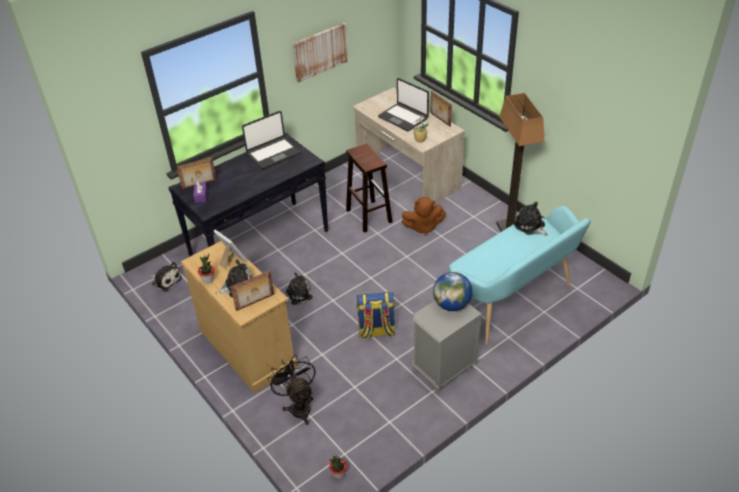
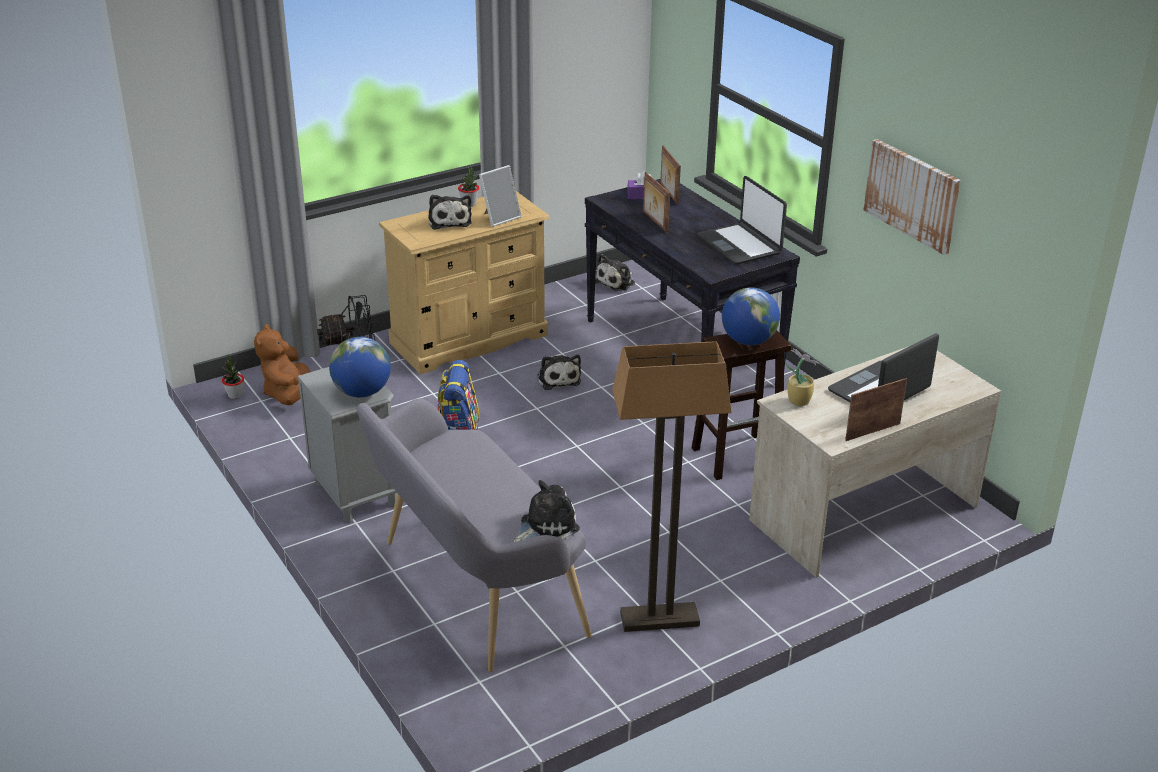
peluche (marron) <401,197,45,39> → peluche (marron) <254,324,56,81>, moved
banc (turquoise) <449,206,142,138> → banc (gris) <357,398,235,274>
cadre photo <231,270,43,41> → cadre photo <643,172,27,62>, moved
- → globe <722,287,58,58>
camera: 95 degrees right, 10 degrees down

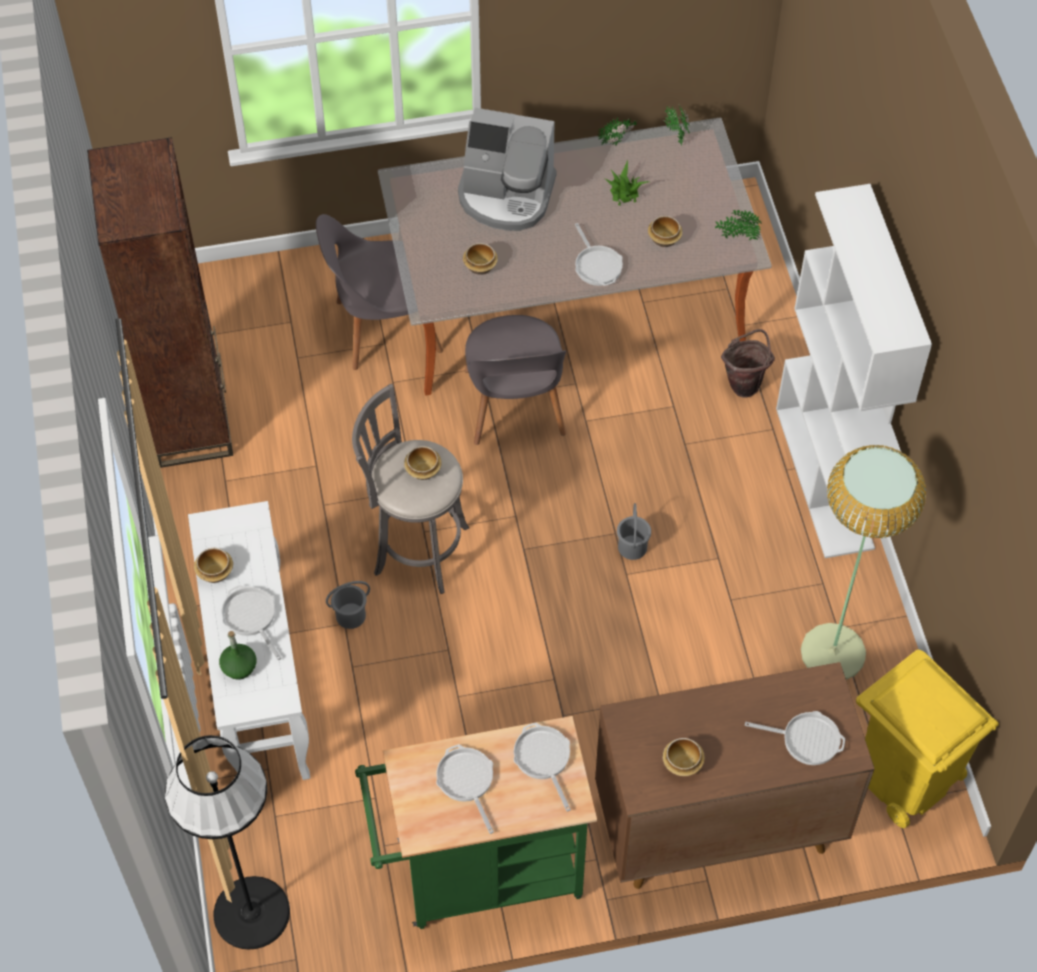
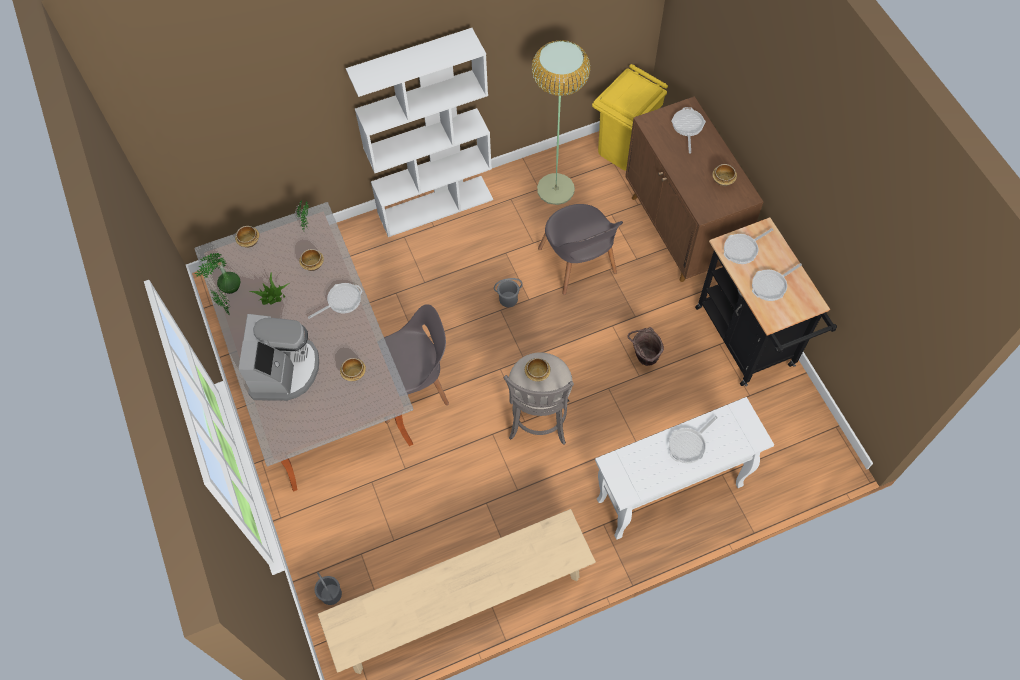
bibliothèque (marron) <87,137,146,331> → banc (beige) <318,509,278,165>
chaise (gris) <316,214,127,156> → chaise (gris) <538,204,85,91>, moved
seau (marron) <721,329,54,69> → seau (marron) <627,327,37,39>, moved
bol <194,548,39,35> → bol <235,226,24,22>, moved
seau (gris) <326,581,44,48> → seau (gris) <315,572,27,33>, moved
bouteille (vert) <219,631,37,49> → bouteille (vert) <217,262,23,32>, moved
chariot (vert) <355,716,242,213> → chariot (noir) <695,217,142,169>
lampadaire (noir) <165,735,125,215> → -
camera: 100 degrees left, 5 degrees up

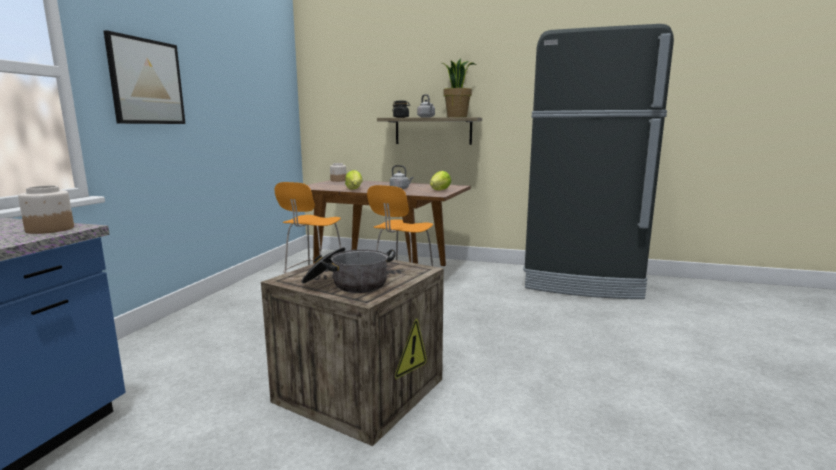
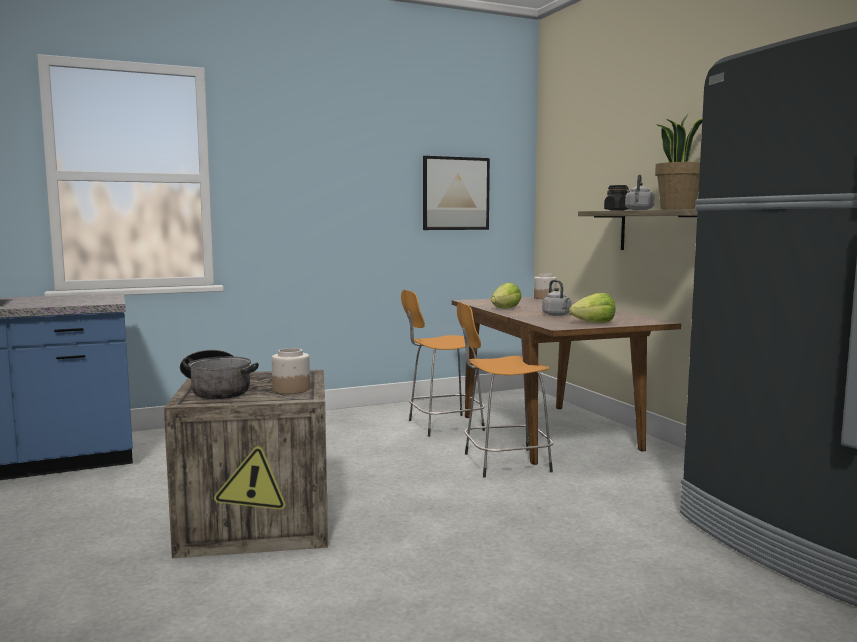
tableau <104,30,81,94> → tableau <423,156,67,74>, moved
bocal <18,186,56,48> → bocal <272,348,38,46>, moved
camera: 50 degrees right, 5 degrees down

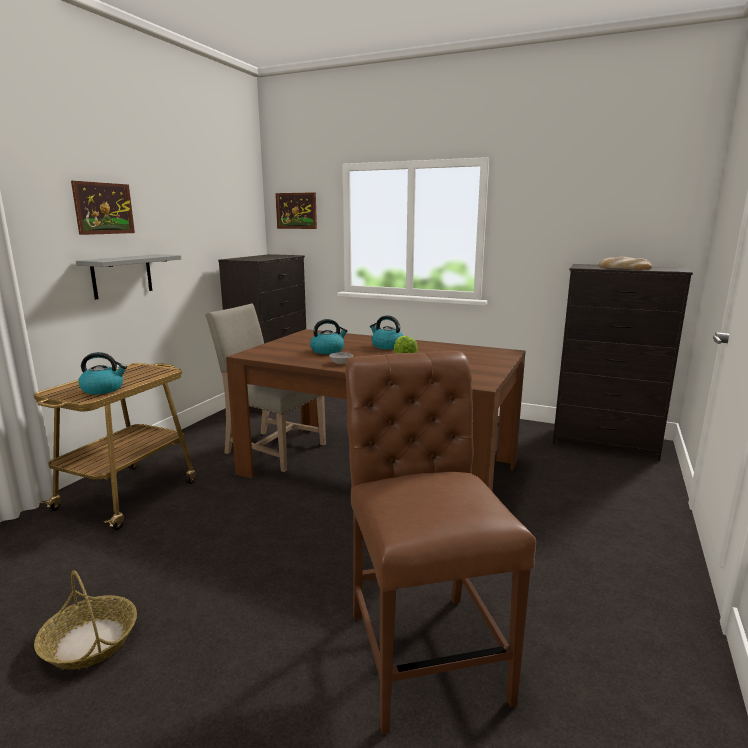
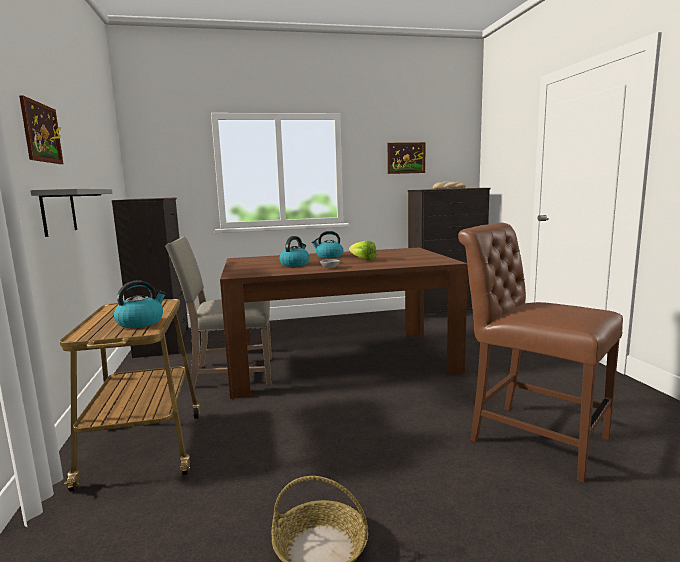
tableau <275,192,42,37> → tableau <387,142,38,32>, moved
camera: 35 degrees left, 5 degrees down

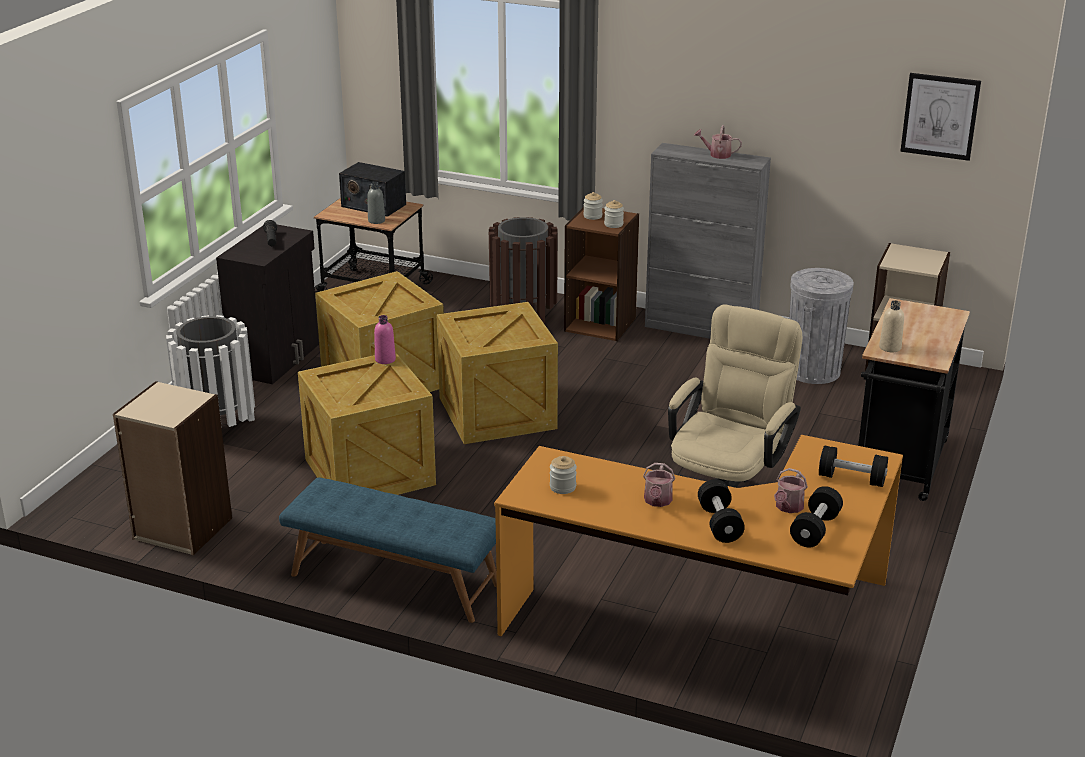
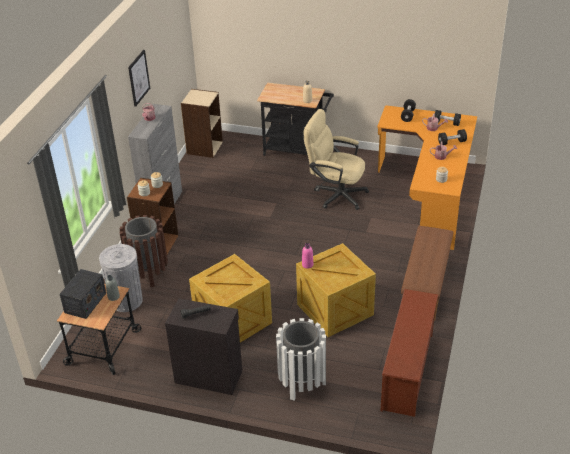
tableau <900,73,81,88> → tableau <128,50,22,57>, moved
poubelle (gris) <789,268,65,116> → poubelle (gris) <99,244,44,68>, moved
caisse <436,302,122,142> → -
bibliothèque (beige) <113,381,119,174> → étagère à chaussures (marron) <380,289,58,128>
banc (bleu) <279,477,218,146> → banc (marron) <401,226,53,95>
camera: 95 degrees left, 10 degrees up

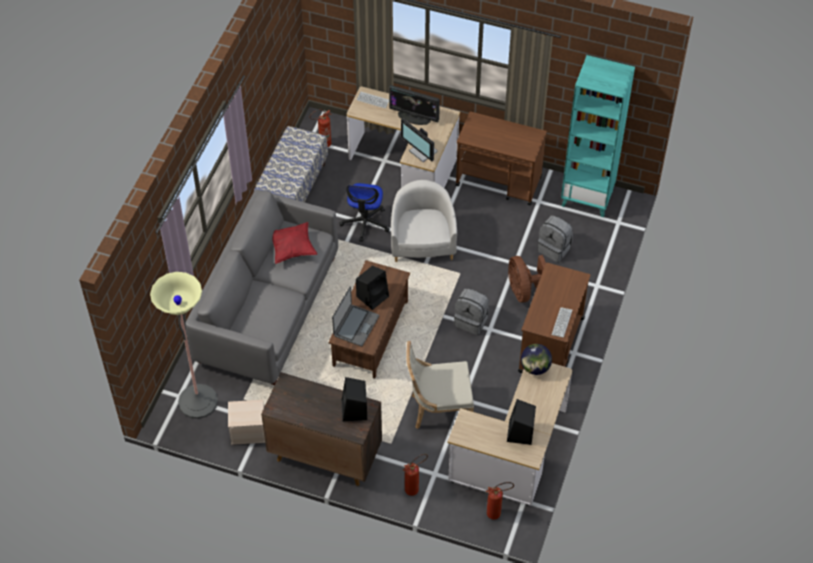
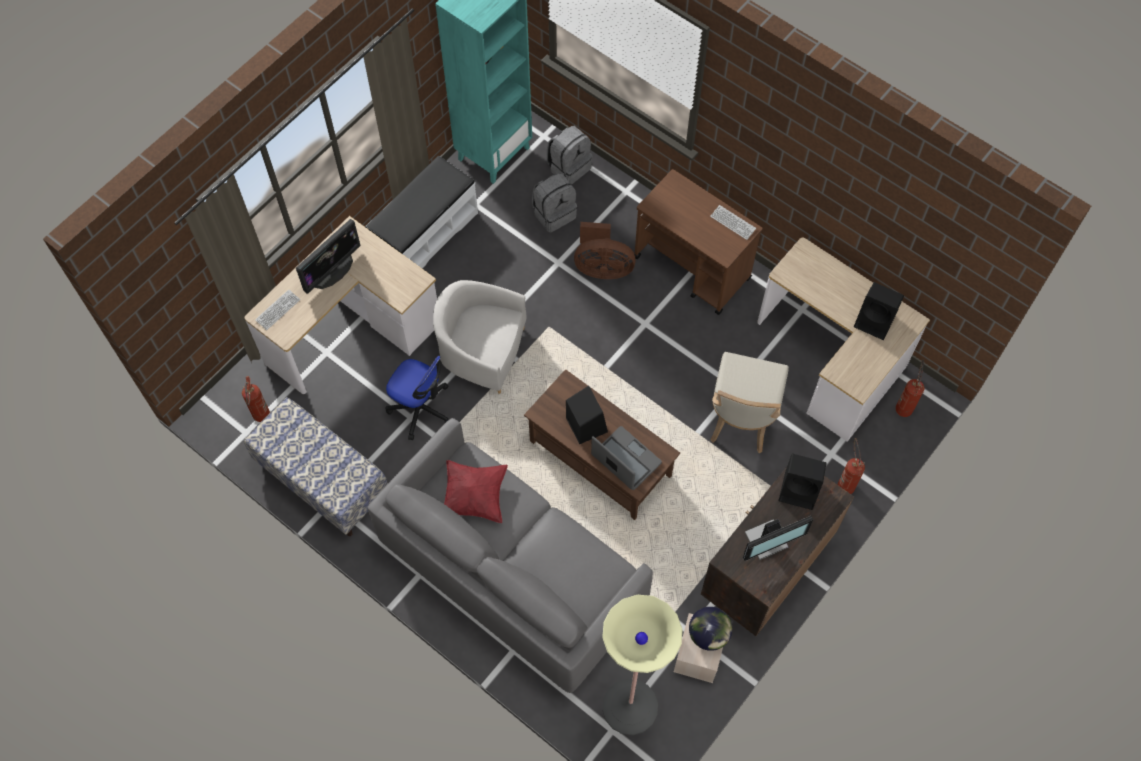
chariot (marron) <455,112,92,93> → banc (blanc) <365,156,113,113>
écran d'ordinateur <401,119,37,43> → écran d'ordinateur <743,516,70,45>, moved
sac à dos (gris) <454,289,35,46> → sac à dos (gris) <546,126,47,59>, moved
globe <521,344,31,31> → globe <689,607,43,44>, moved
camera: 70 degrees left, 10 degrees up

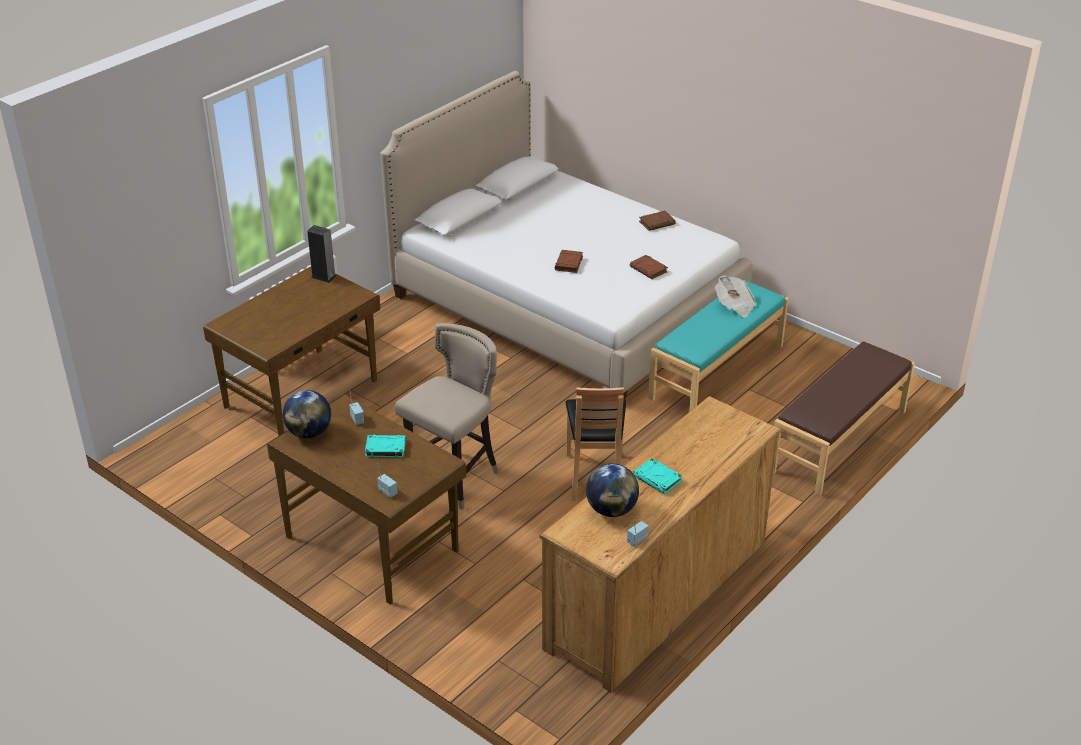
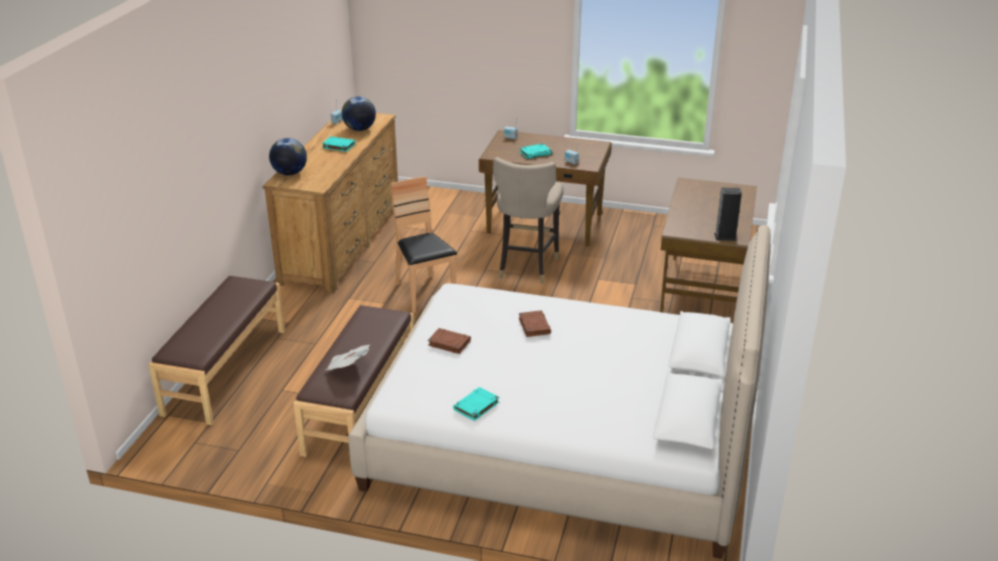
livre (marron) <639,211,37,20> → livre (turquoise) <453,387,46,34>
banc (turquoise) <648,280,141,132> → banc (marron) <293,305,121,152>
globe <283,390,48,48> → globe <269,138,38,37>, moved
camera: 155 degrees right, 5 degrees down

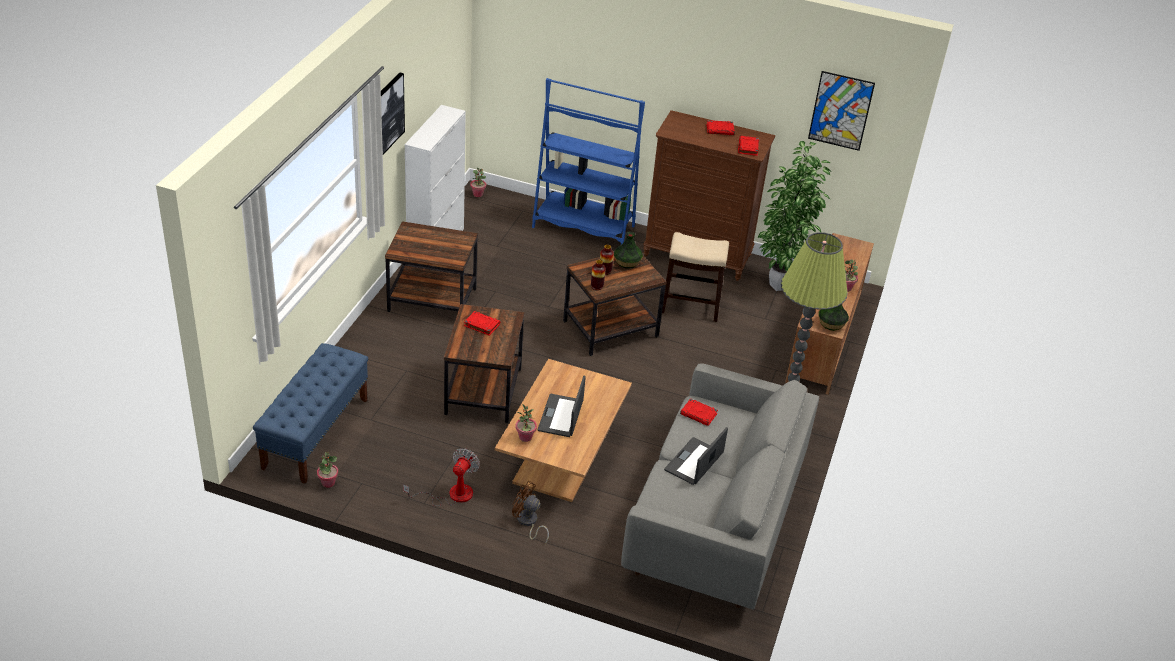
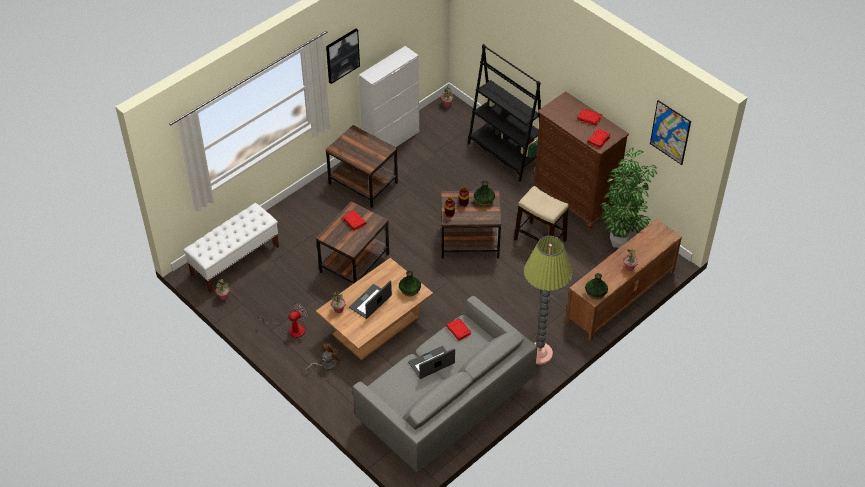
bibliothèque (bleu) <532,78,113,167> → bibliothèque (noir) <468,44,73,138>
banc (bleu) <253,343,115,141> → banc (blanc) <183,203,96,90>
ventilateur (marron) <512,481,37,63> → ventilateur (marron) <304,342,38,29>, 75 degrees clockwise
- → vase <399,271,22,25>
camera: 30 degrees right, 10 degrees up

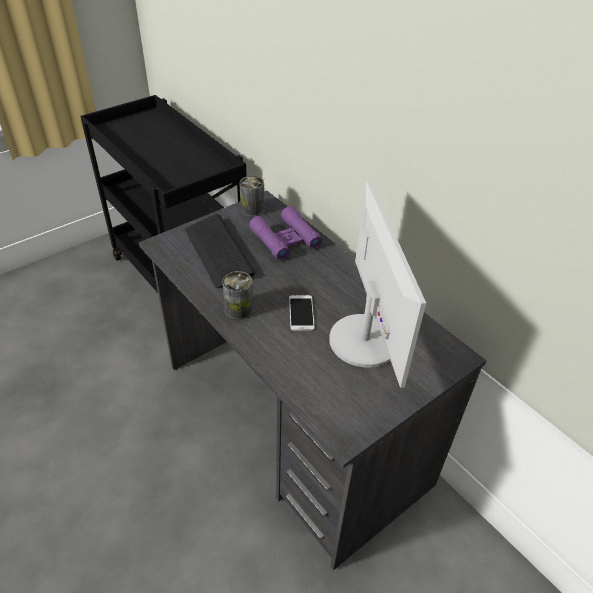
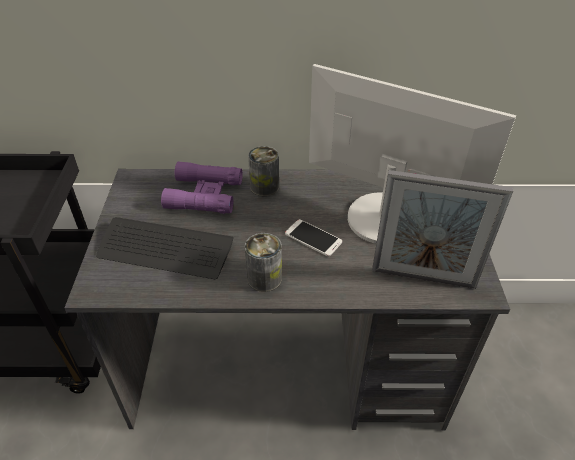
boîte métallique <239,176,25,41> → boîte métallique <248,146,31,50>, moved
- → cadre photo <372,170,141,119>
camera: 50 degrees left, 0 degrees up

